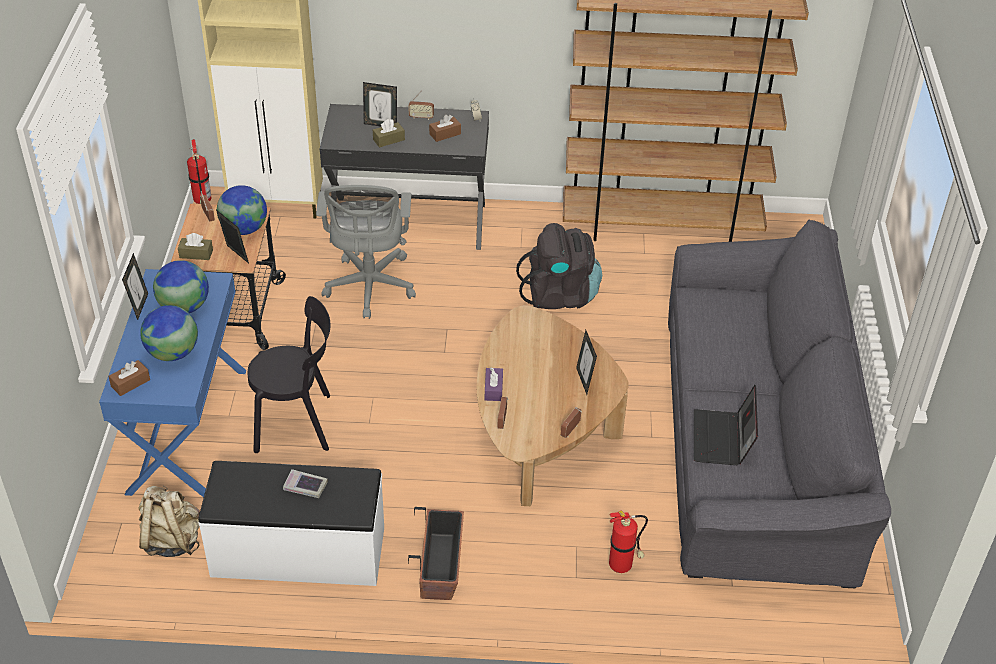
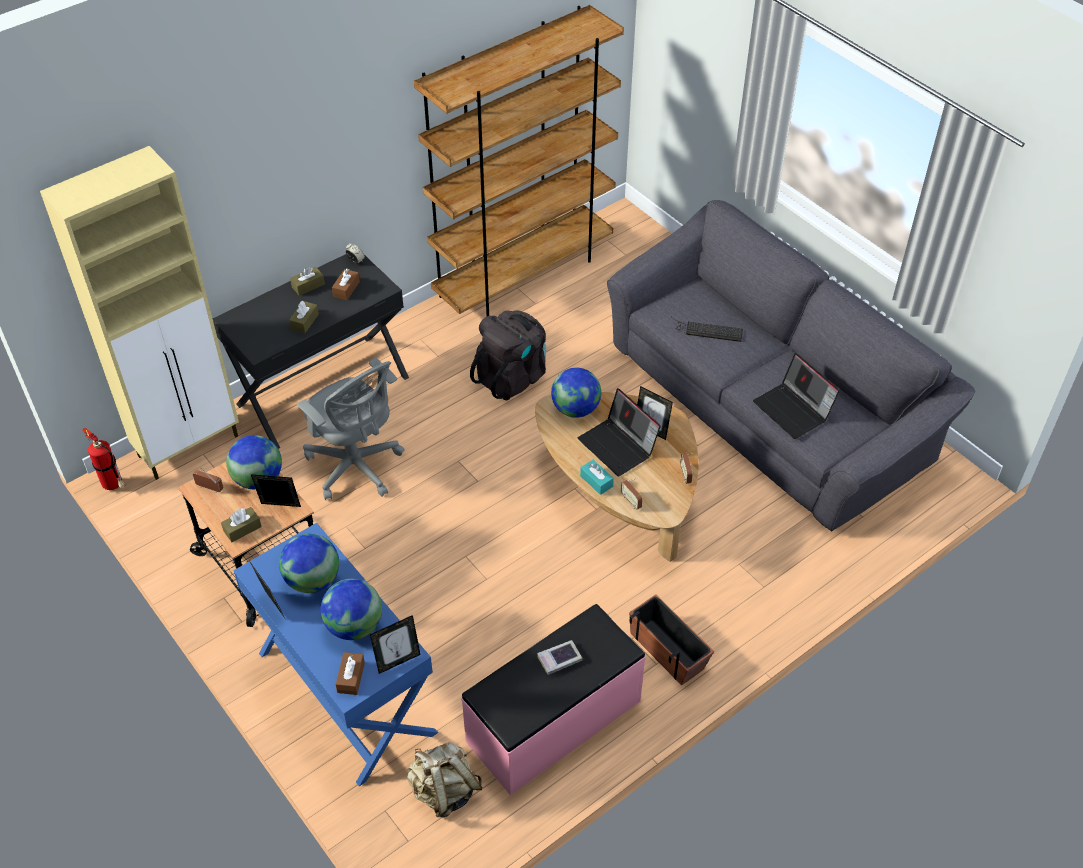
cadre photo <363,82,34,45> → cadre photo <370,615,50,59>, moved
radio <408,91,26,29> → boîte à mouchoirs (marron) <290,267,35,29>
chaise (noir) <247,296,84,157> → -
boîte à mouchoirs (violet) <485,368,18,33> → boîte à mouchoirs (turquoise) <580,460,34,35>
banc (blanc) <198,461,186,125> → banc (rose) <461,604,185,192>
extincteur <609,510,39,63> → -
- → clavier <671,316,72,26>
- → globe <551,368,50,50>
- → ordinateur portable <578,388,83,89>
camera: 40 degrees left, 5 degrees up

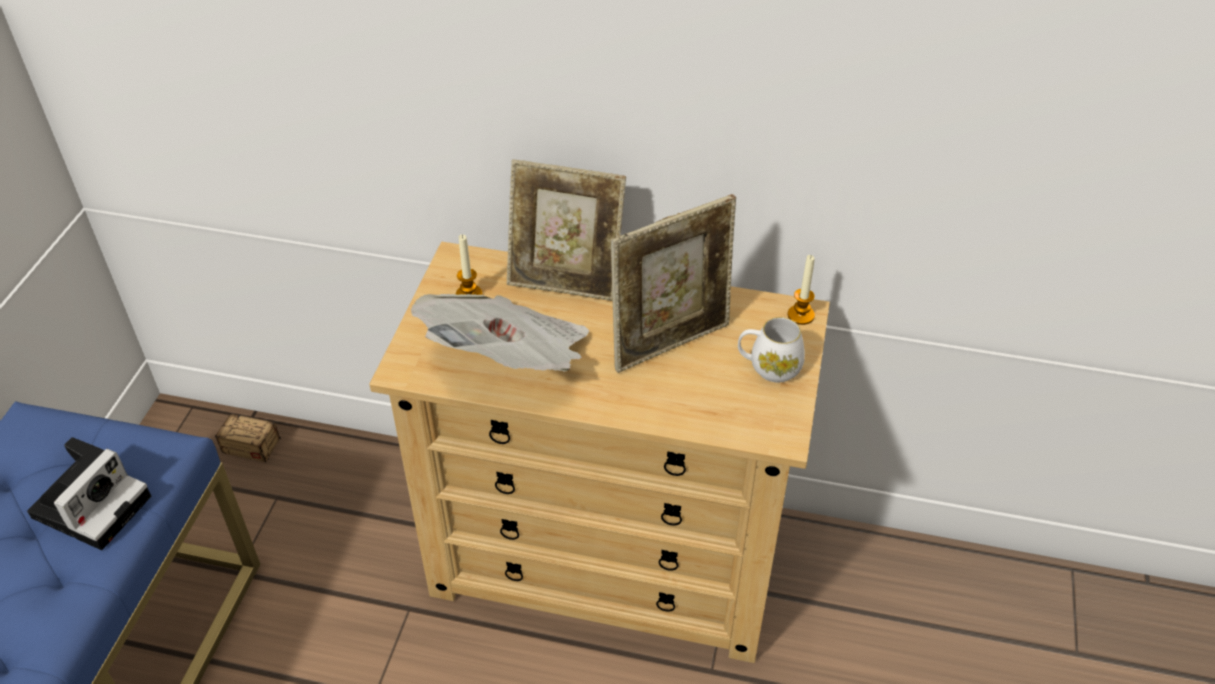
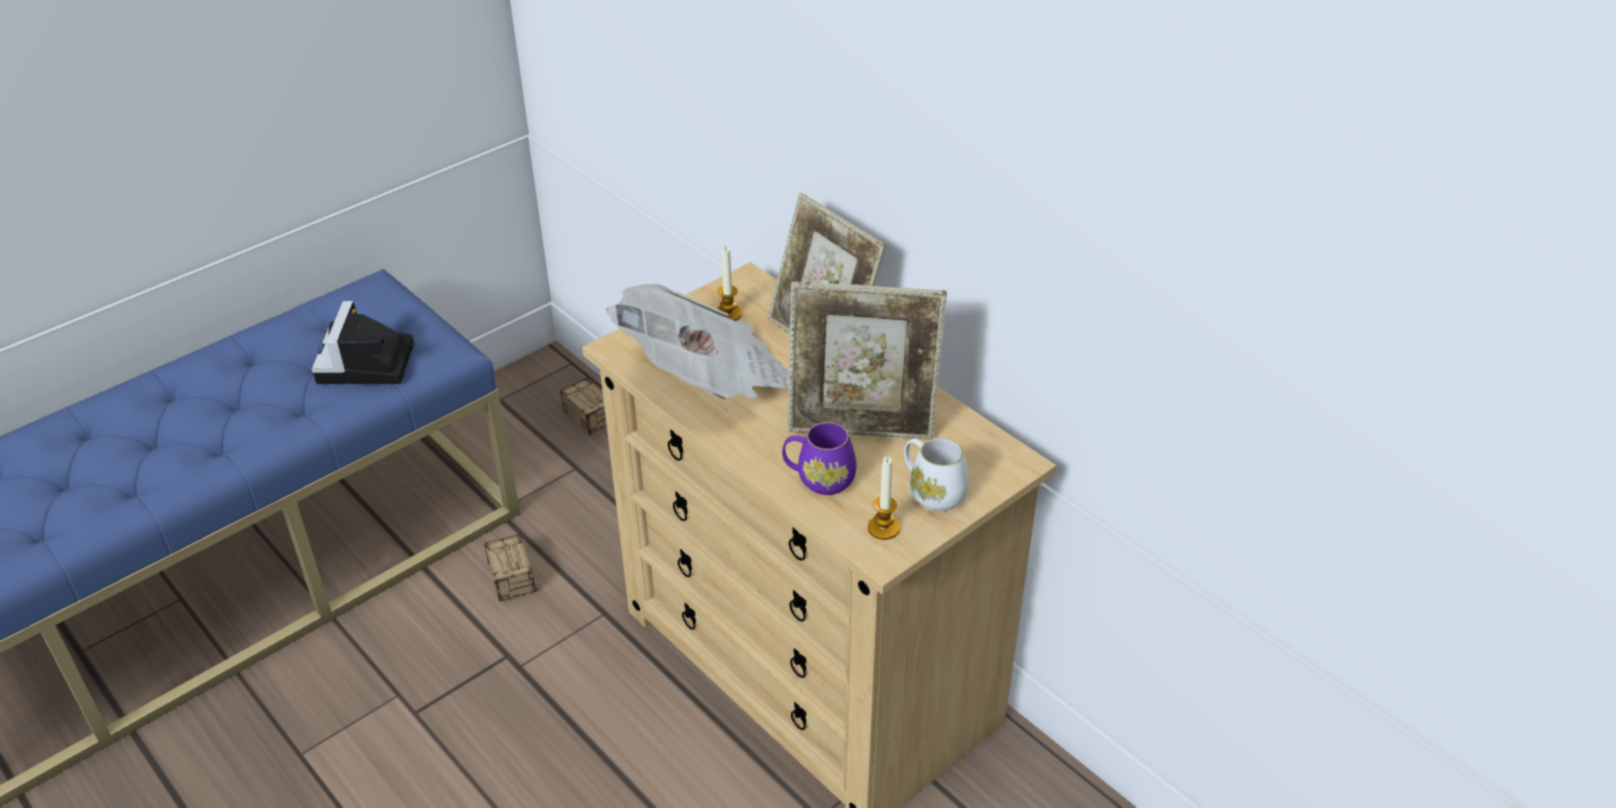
bougie <788,255,27,70> → bougie <868,457,32,83>, moved
appareil photo <27,437,124,113> → appareil photo <312,301,103,83>, 120 degrees clockwise
- → mug (violet) <782,422,74,73>
- → boîte de rangement <484,534,56,67>
camera: 35 degrees right, 5 degrees down

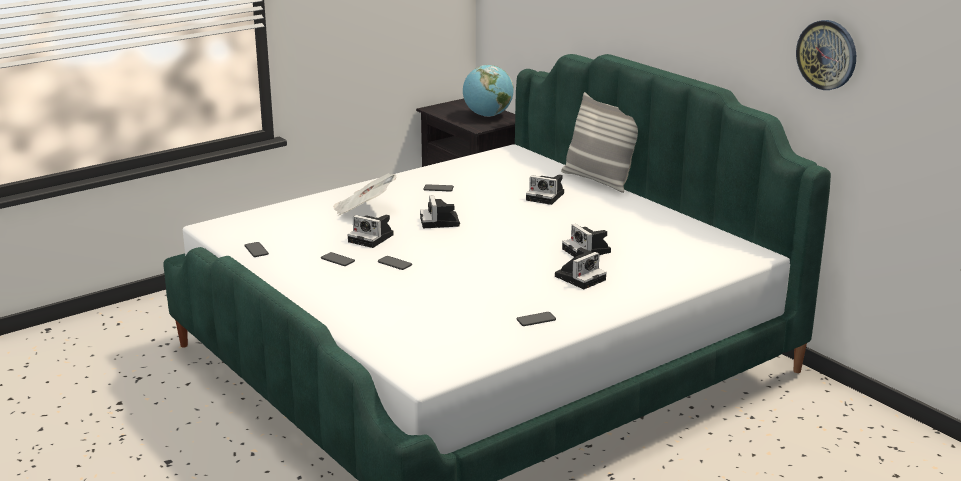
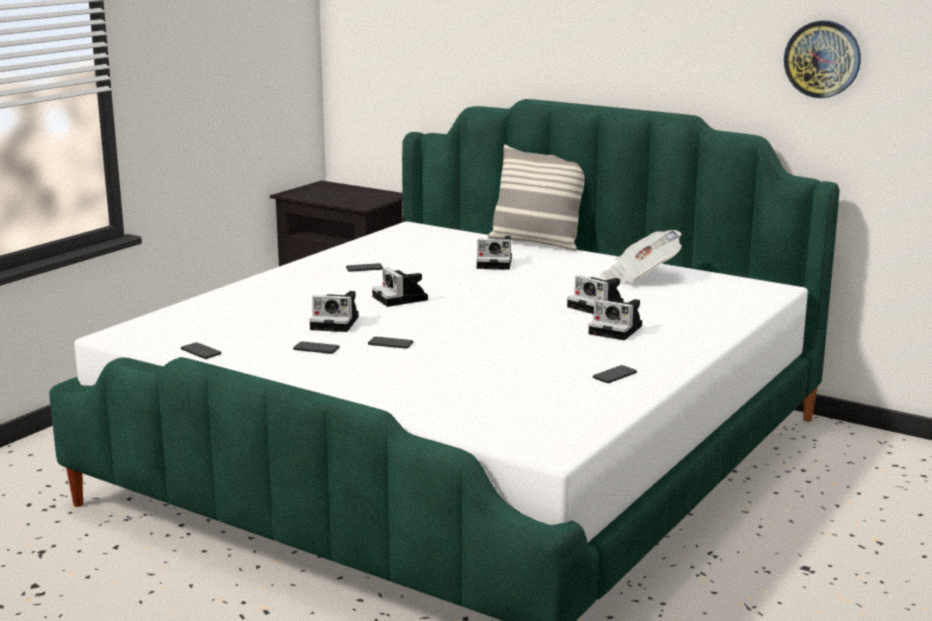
globe <463,65,51,52> → -
journal <333,173,63,42> → journal <600,230,82,53>, moved
appareil photo <555,247,52,42> → appareil photo <589,299,53,41>, 90 degrees clockwise
camera: 20 degrees left, 5 degrees down

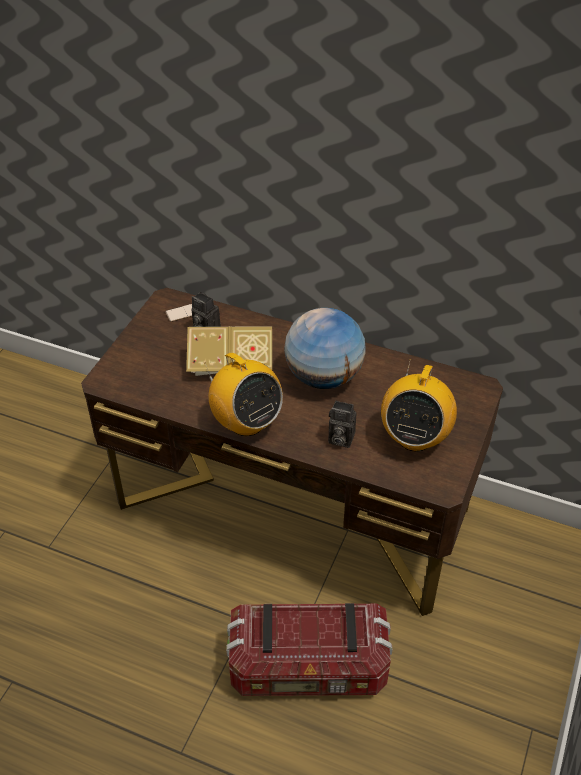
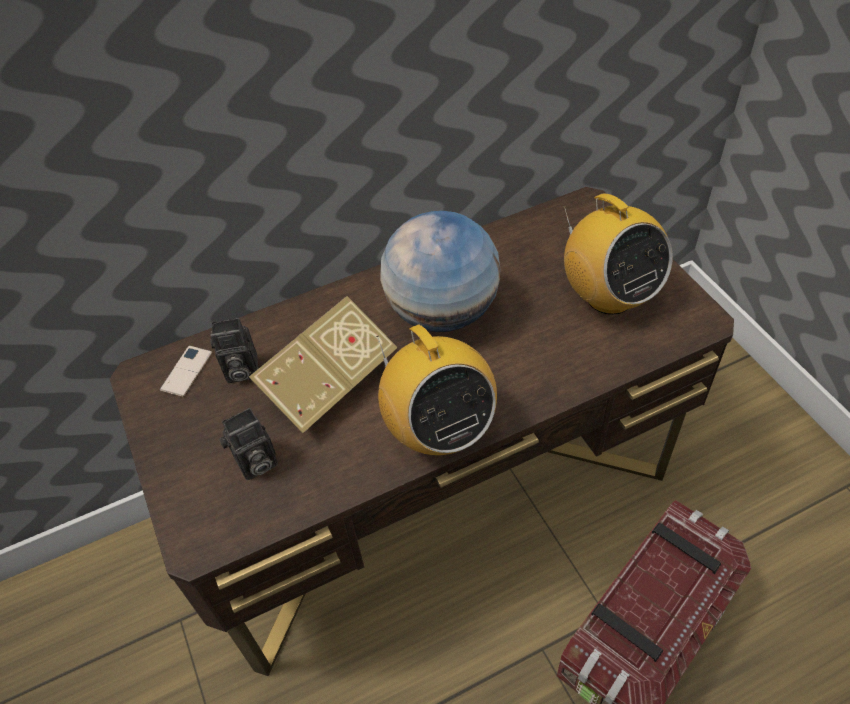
radio <205,353,78,83> → radio <376,324,121,131>, 60 degrees clockwise
appareil photo <328,401,28,47> → appareil photo <219,408,59,72>, moved
camera: 45 degrees left, 5 degrees up

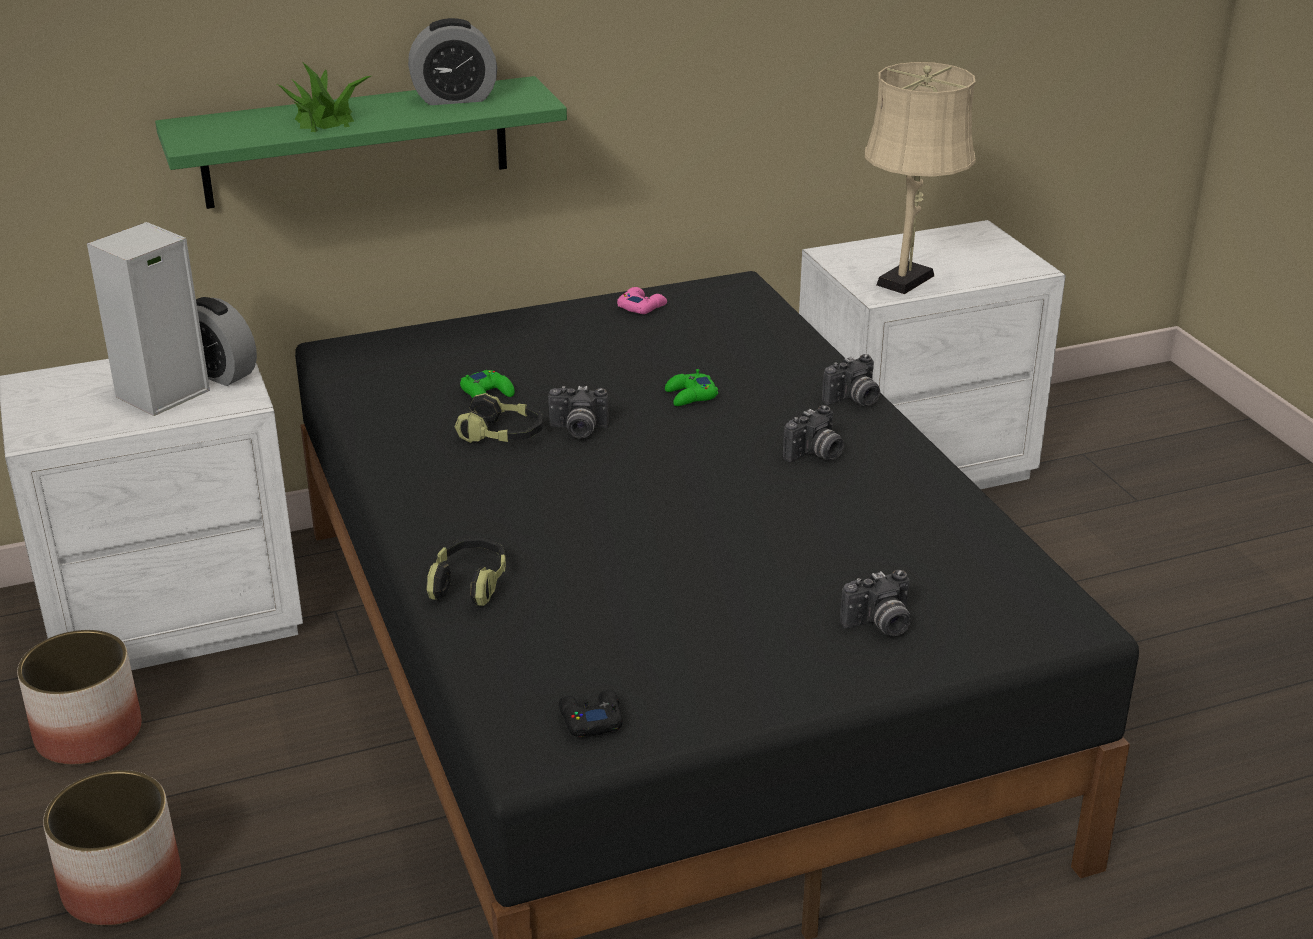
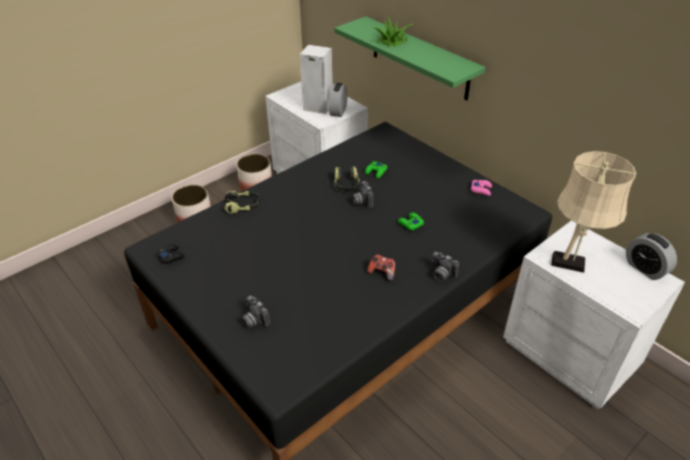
réveil <408,18,89,87> → réveil <626,233,51,47>, moved
appareil photo <783,405,61,57> → manette <367,254,28,27>
camera: 70 degrees right, 10 degrees up

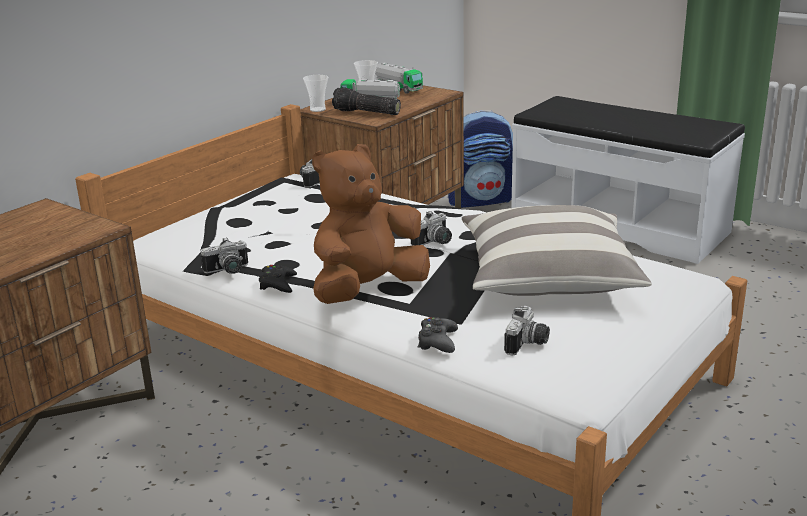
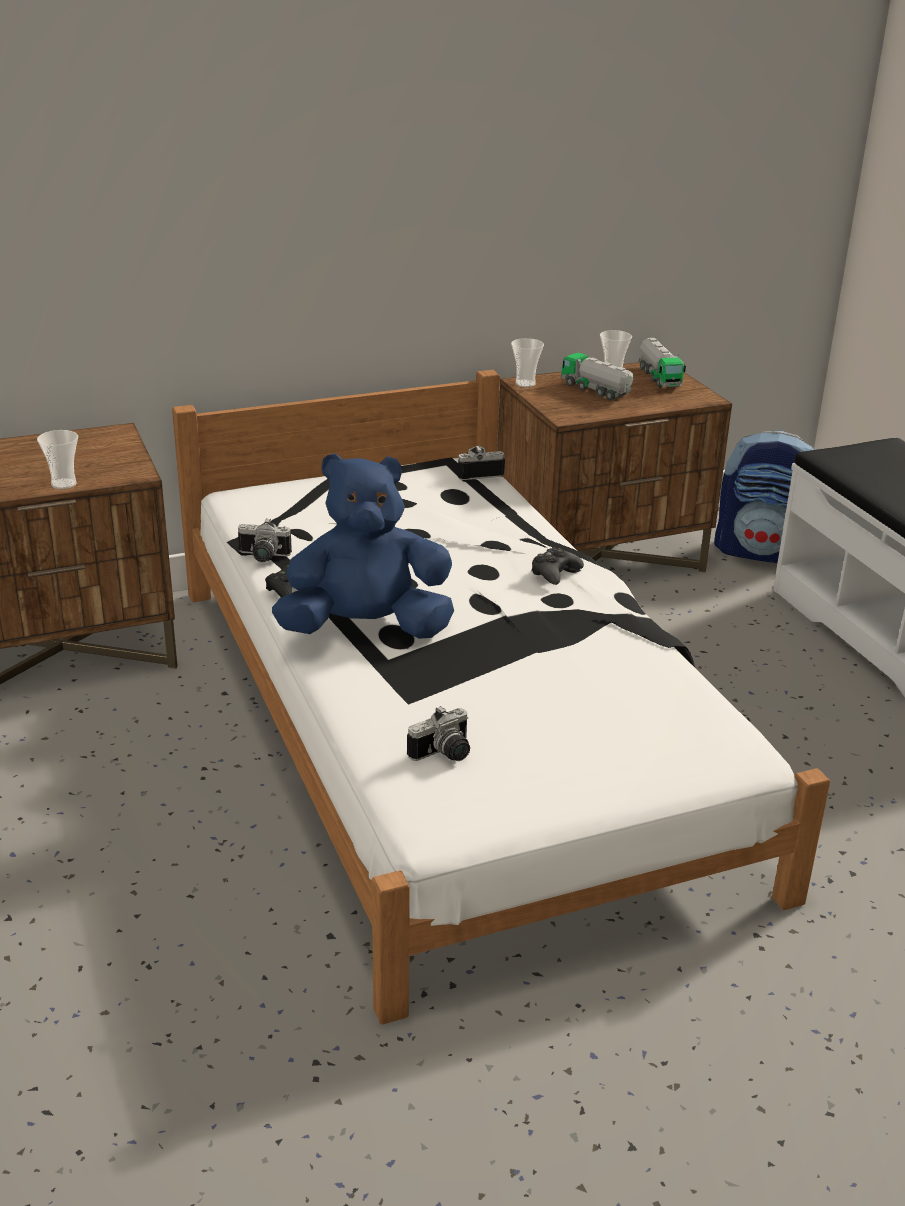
lampe de poche <332,87,69,28> → -
peluche (marron) <312,144,118,160> → peluche (bleu) <272,453,182,186>
coussin <462,205,190,91> → -
appareil photo <411,211,41,35> → -
manette (noir) <418,317,40,36> → manette (noir) <531,547,53,38>, moved
- → tasse <37,430,41,59>
camera: 30 degrees right, 5 degrees up

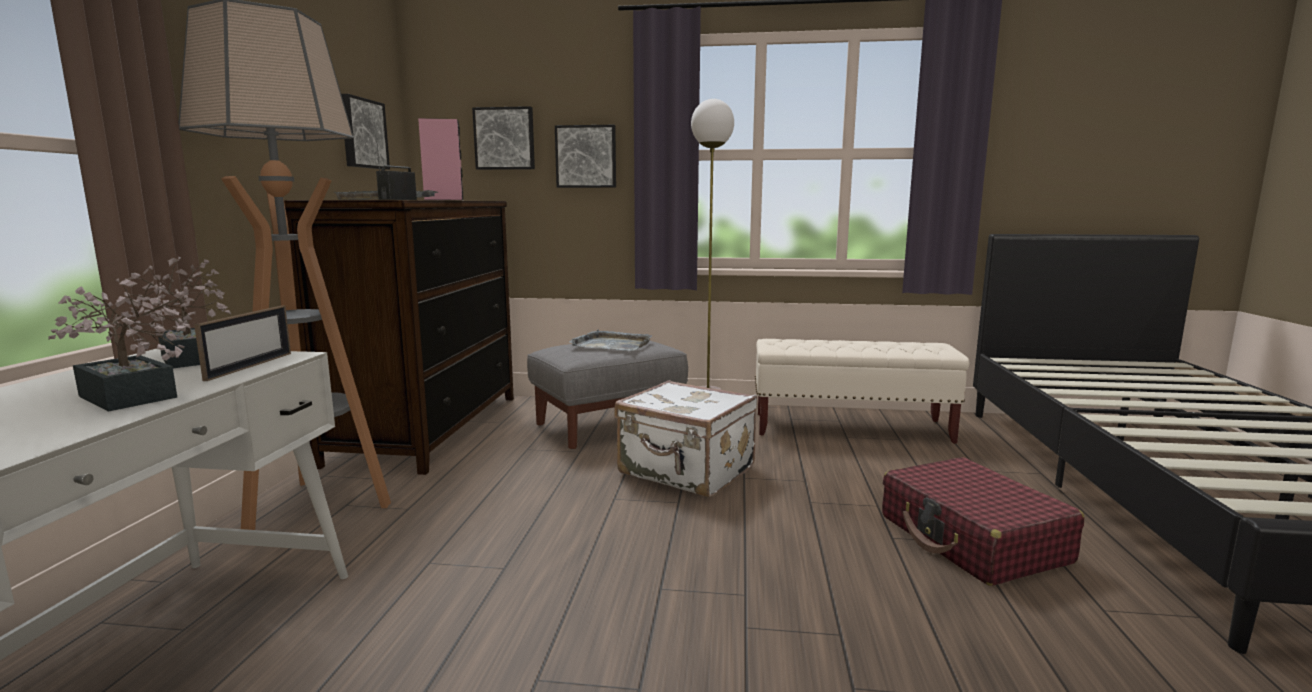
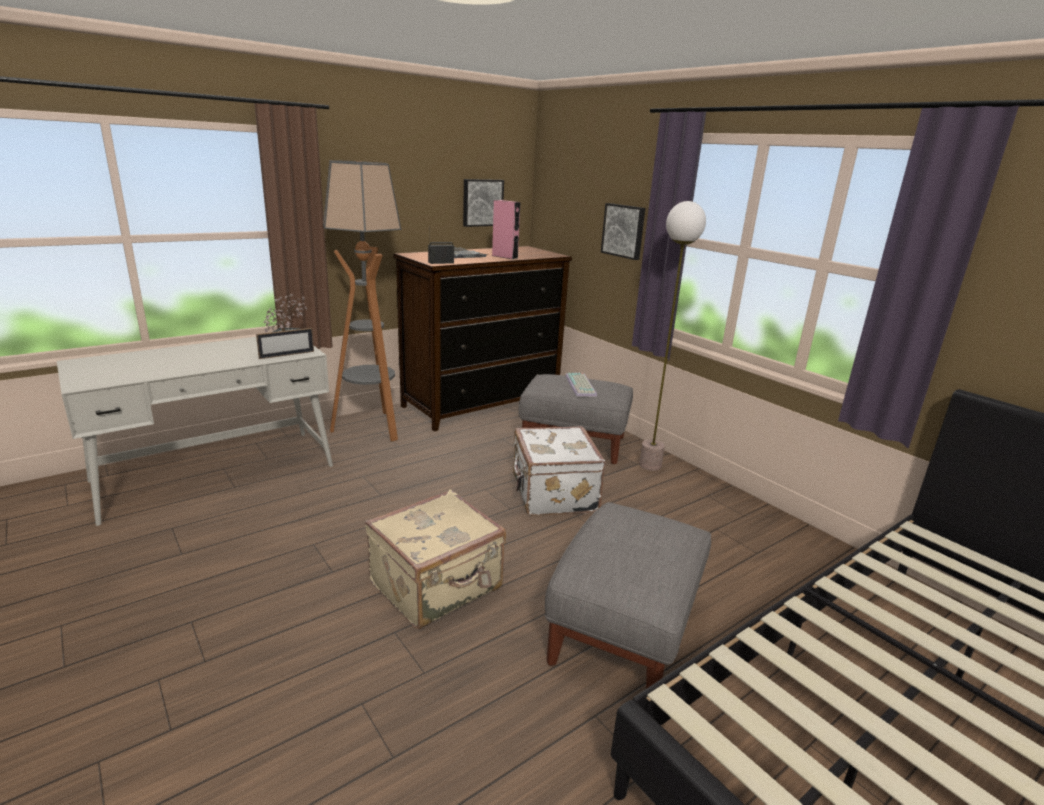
tableau <472,106,63,64> → -
plante en pot <48,278,148,134> → -
plateau (gris) <569,329,83,22> → clavier <565,373,32,24>
banc (beige) <755,339,214,105> → -
valise (rouge) <882,457,202,129> → pouf (gris) <545,502,166,187>
- → valise (beige) <365,489,141,140>
camera: 45 degrees right, 10 degrees up

